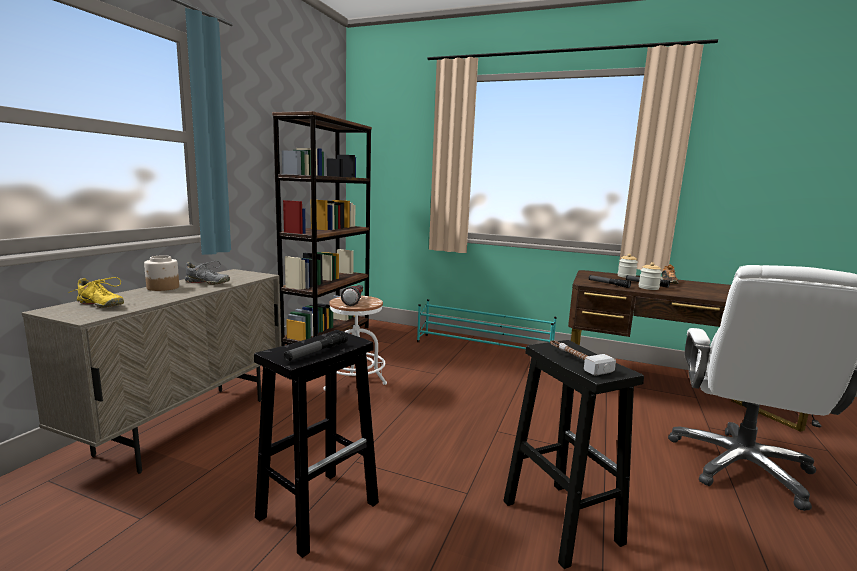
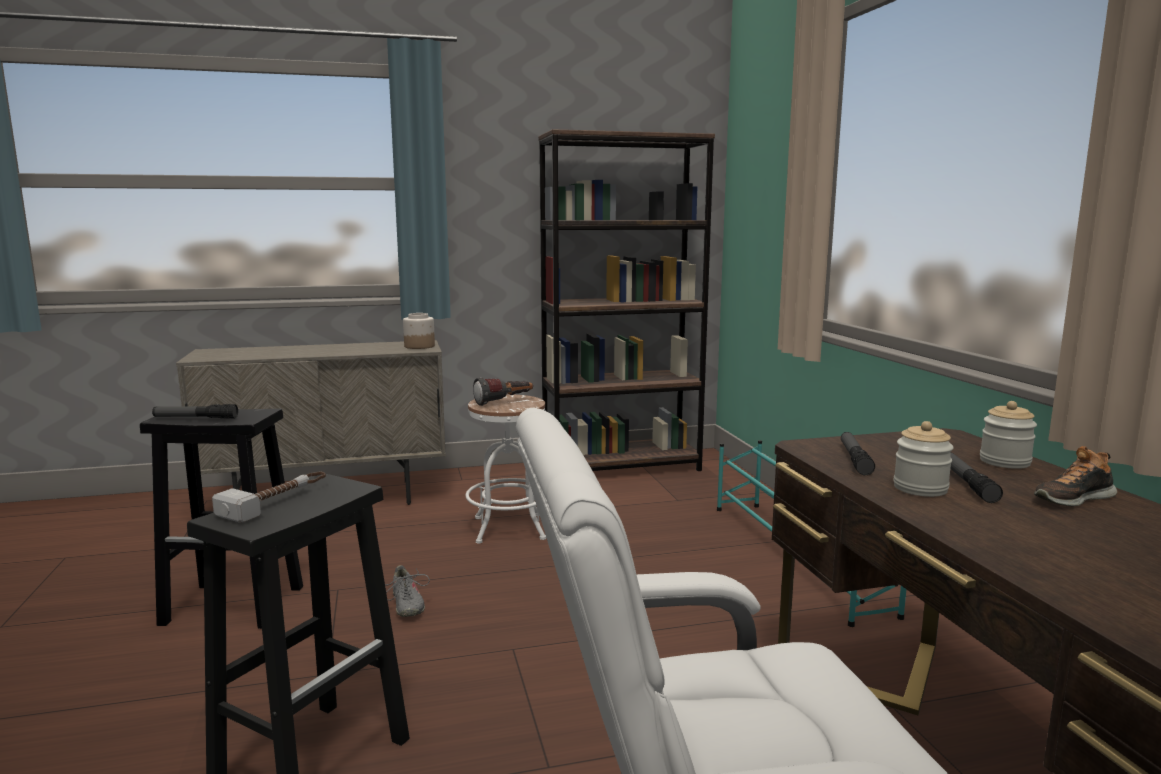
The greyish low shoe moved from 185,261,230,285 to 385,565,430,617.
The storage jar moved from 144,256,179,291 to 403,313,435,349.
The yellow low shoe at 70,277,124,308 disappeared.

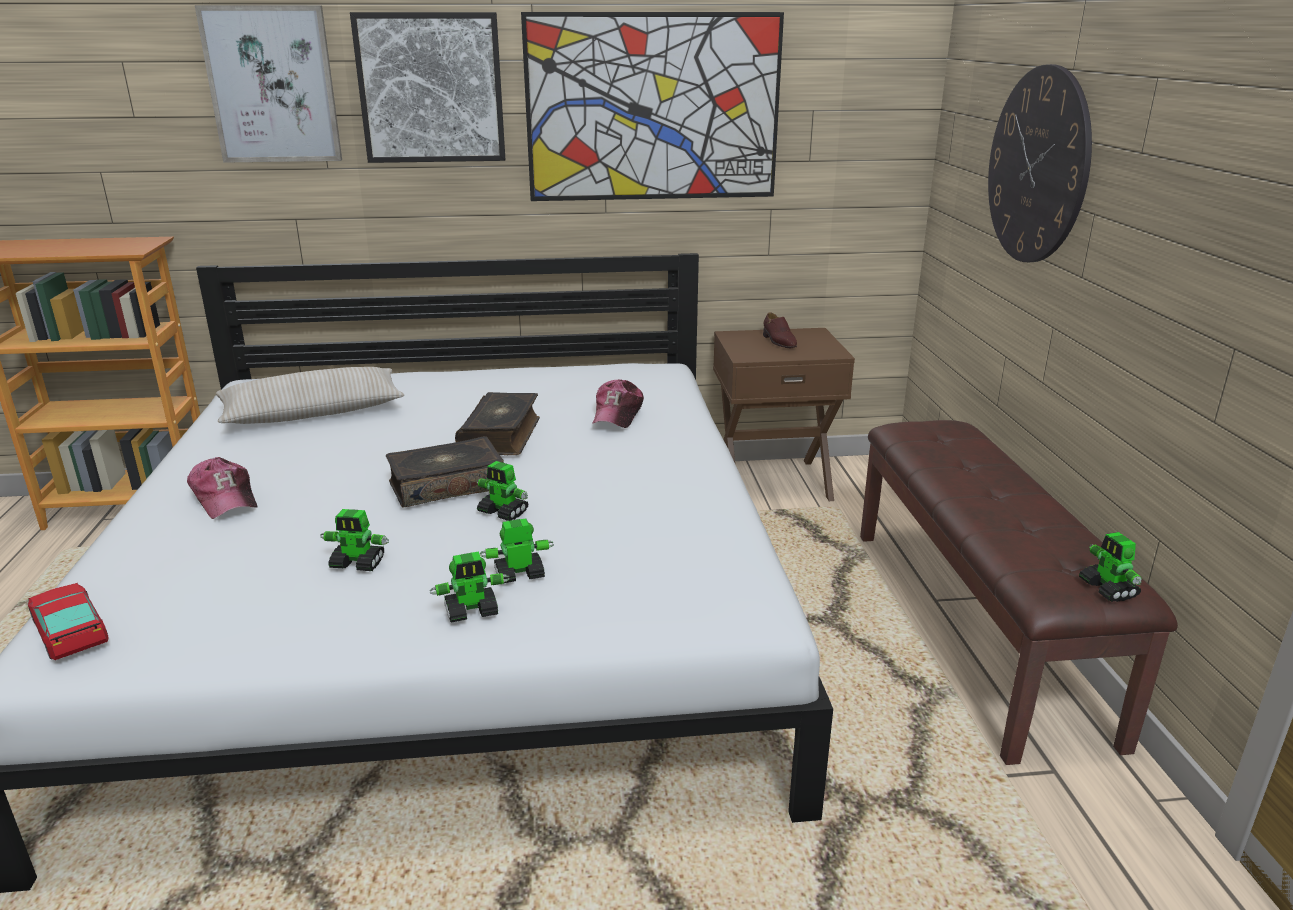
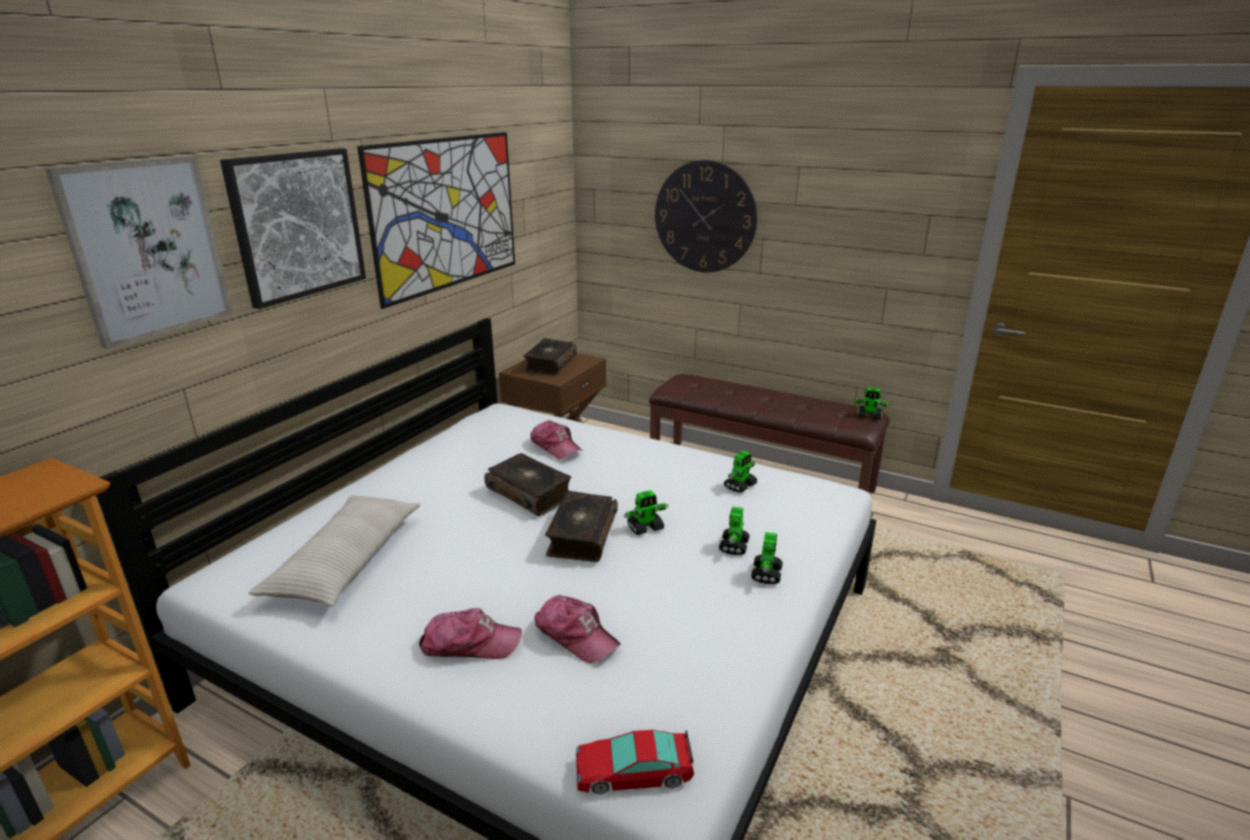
The brownish low shoe at 763,312,797,348 was replaced by the book at 523,338,577,375.
The baseball cap at 534,595,621,664 appeared.
The robot figure moved from 320,509,389,571 to 724,451,758,493.

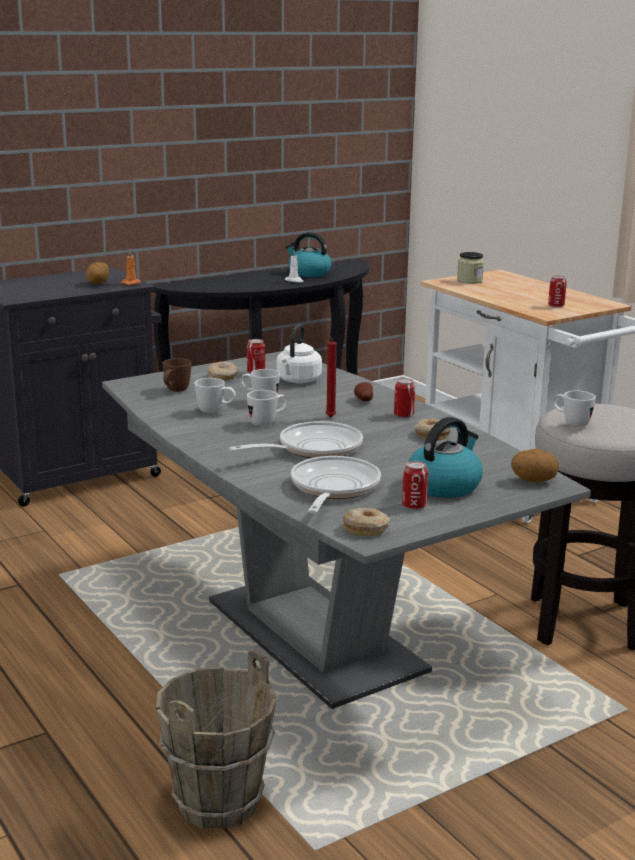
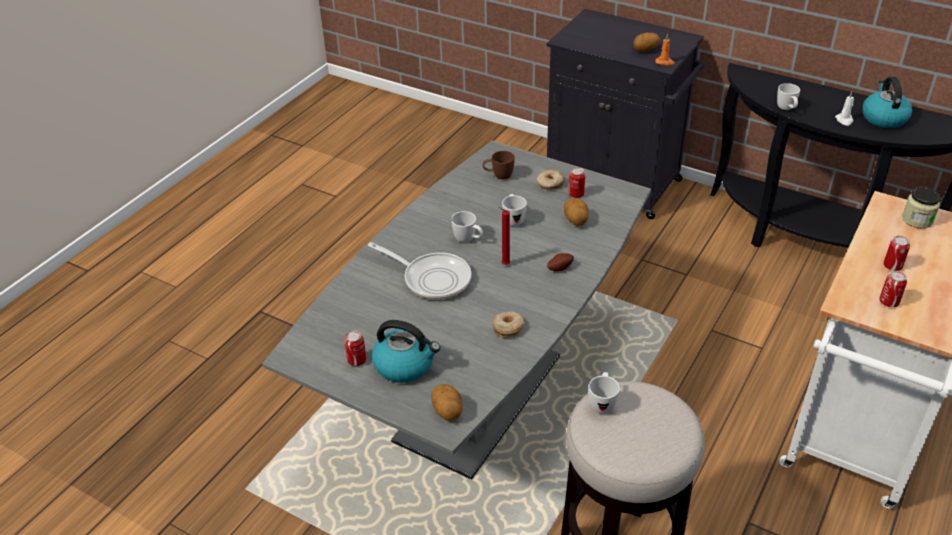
The white tea kettle at 277,324,322,383 was replaced by the potato at 564,198,589,226.
The white coffee mug moved from 195,378,236,413 to 777,83,800,110.
The can moved from 394,378,415,418 to 883,236,910,271.
The brownish pail at 156,650,277,830 disappeared.
The pan at 291,456,381,513 disappeared.
The donut at 343,508,390,536 disappeared.

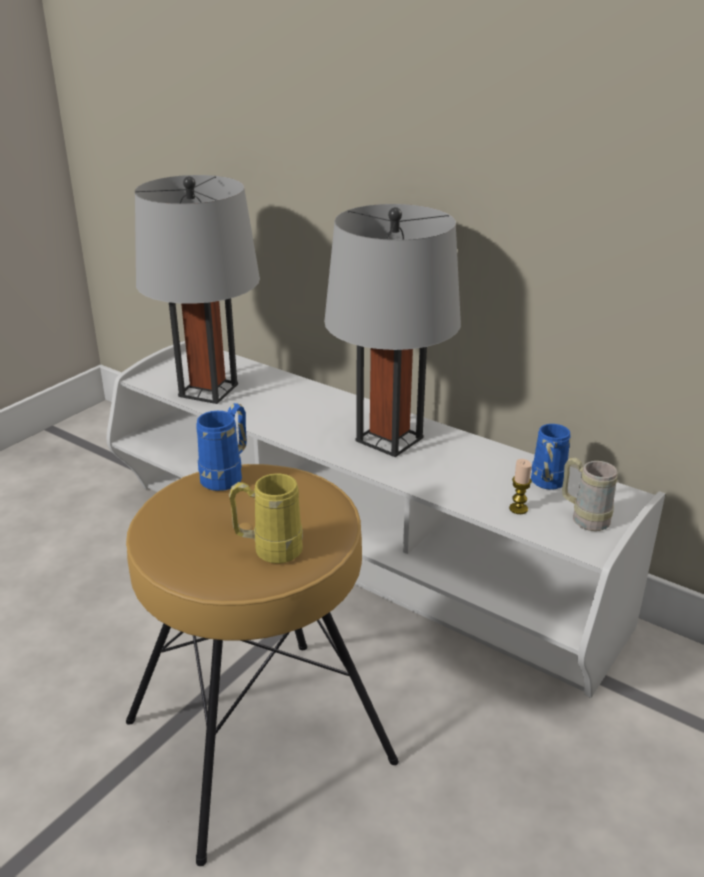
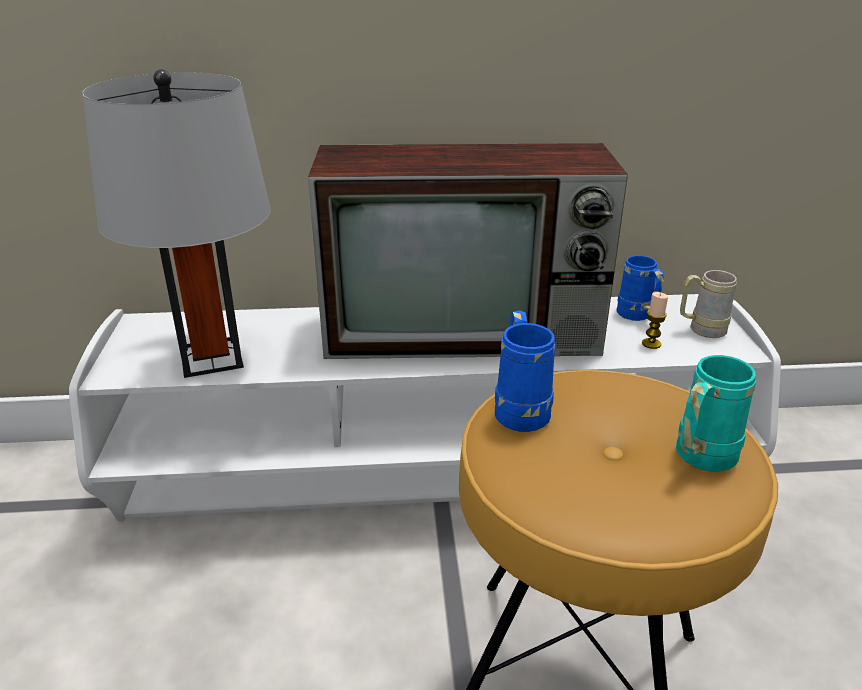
The greyish lamp for a table at 324,204,461,457 was replaced by the TV set at 308,143,628,359.
The yellow coffee mug at 229,473,303,564 became the turquoise-coloured coffee mug at 676,355,756,472.

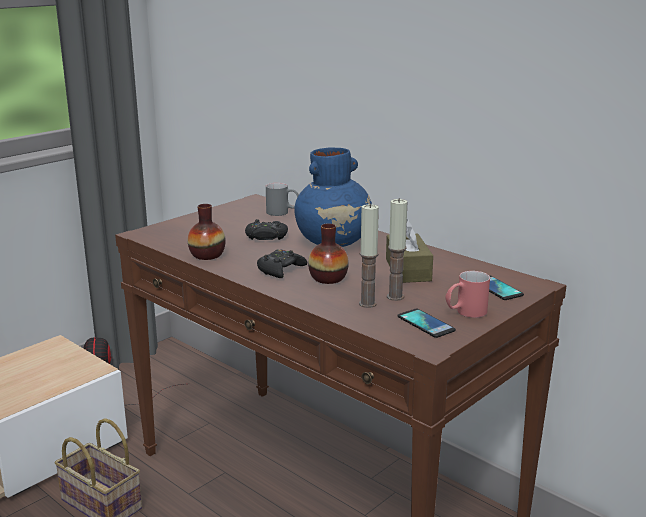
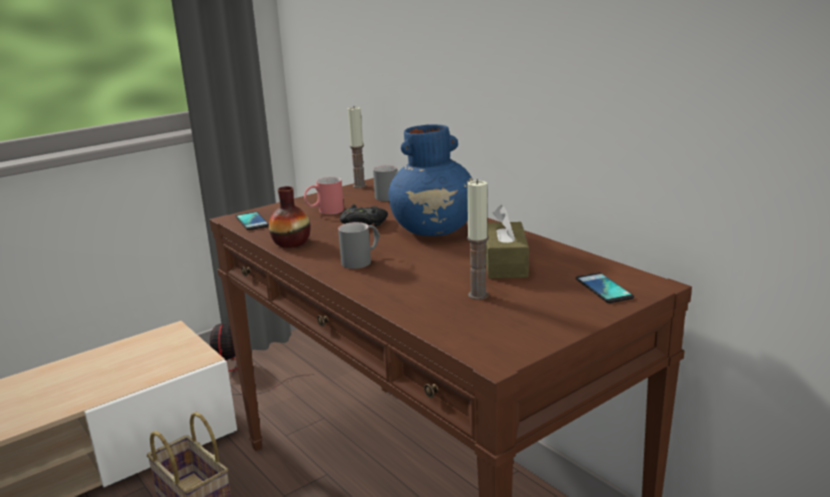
The handset moved from 397,309,456,338 to 235,211,269,230.
The red coffee mug moved from 445,271,490,318 to 304,177,344,215.
The blackish joypad at 257,249,307,278 was replaced by the greyish coffee mug at 338,222,380,269.
The candle moved from 359,203,379,308 to 348,107,366,188.
The decorative vase at 308,223,349,284 disappeared.

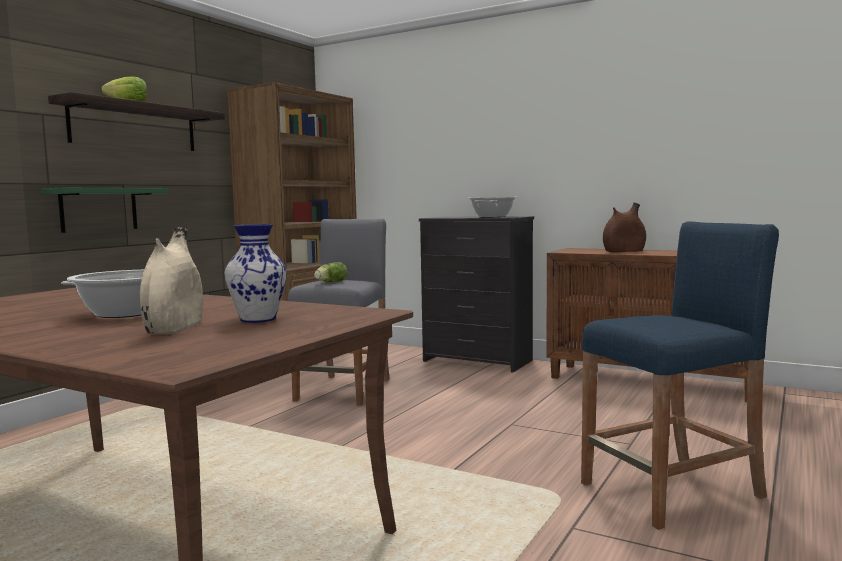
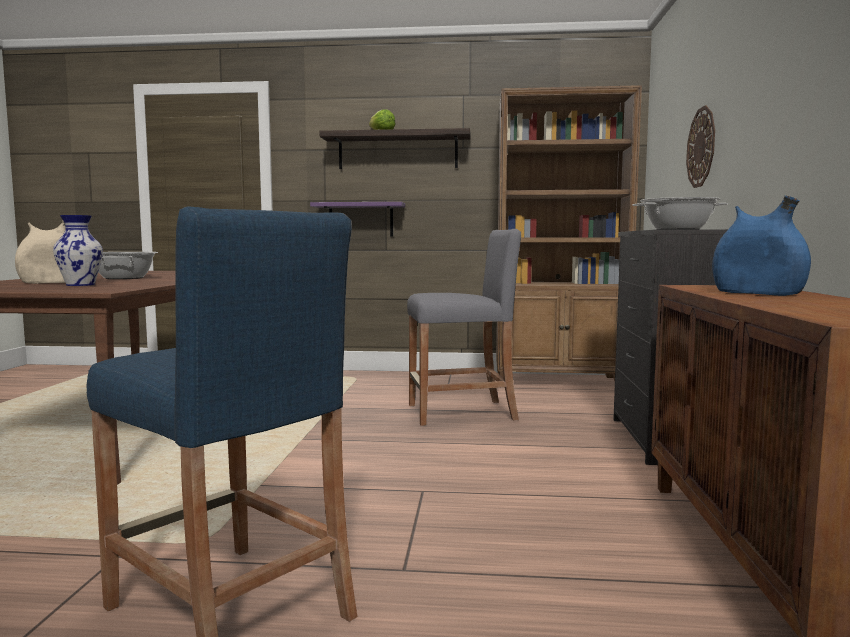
The green wall shelf at 41,188,169,233 became the purple wall shelf at 310,202,405,237.
The wall clock at 686,105,715,188 appeared.
The brownish decorative vase at 603,203,646,253 became the bluish decorative vase at 712,195,811,296.
The lettuce head at 314,262,347,282 disappeared.

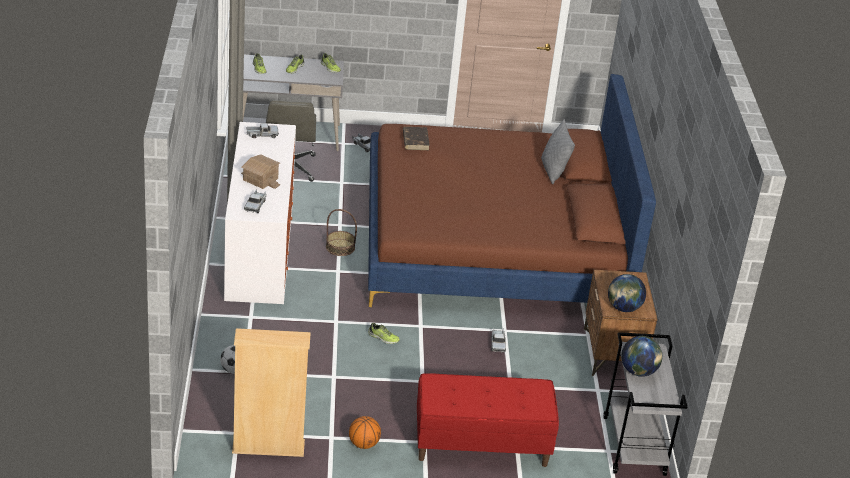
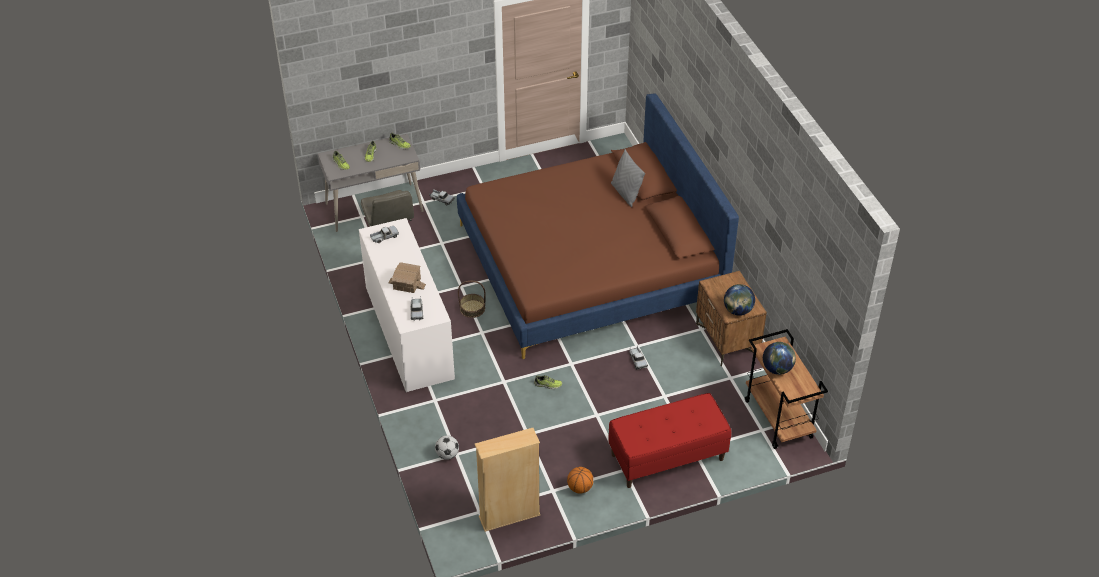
The greyish cart at 603,332,687,476 became the brownish cart at 745,329,828,449.
The brownish book at 403,127,430,150 disappeared.

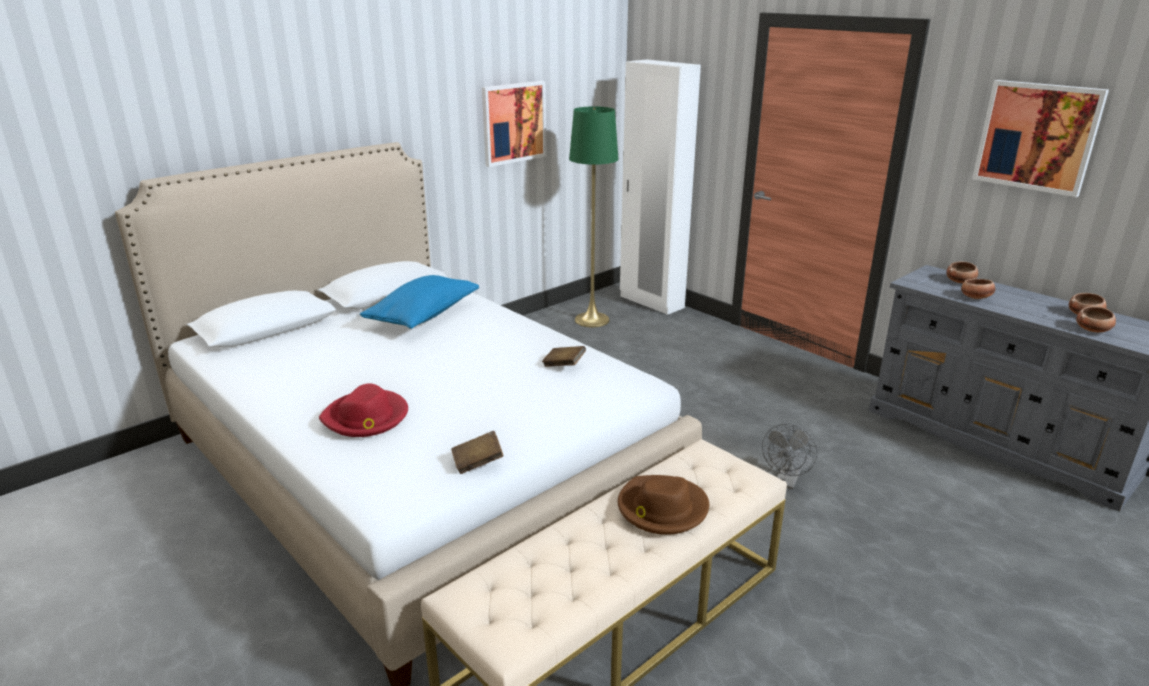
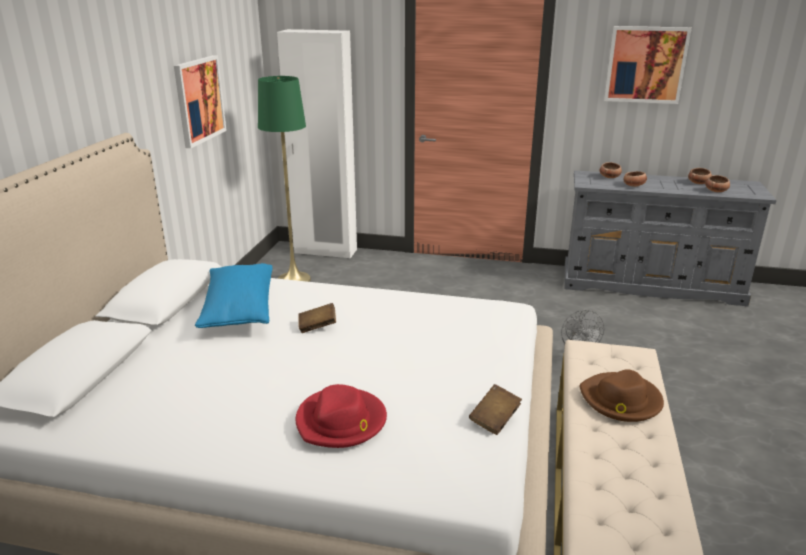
The brownish book moved from 542,346,586,367 to 298,303,336,333.

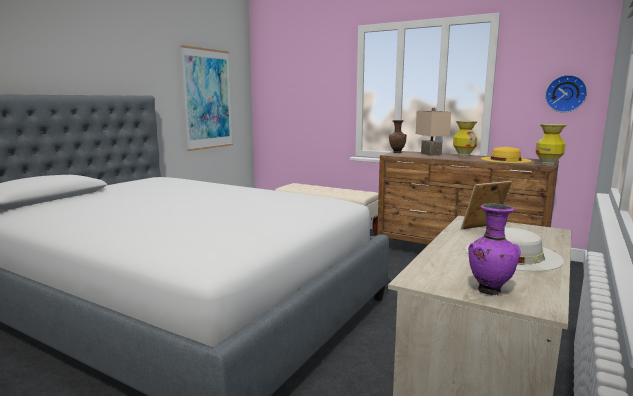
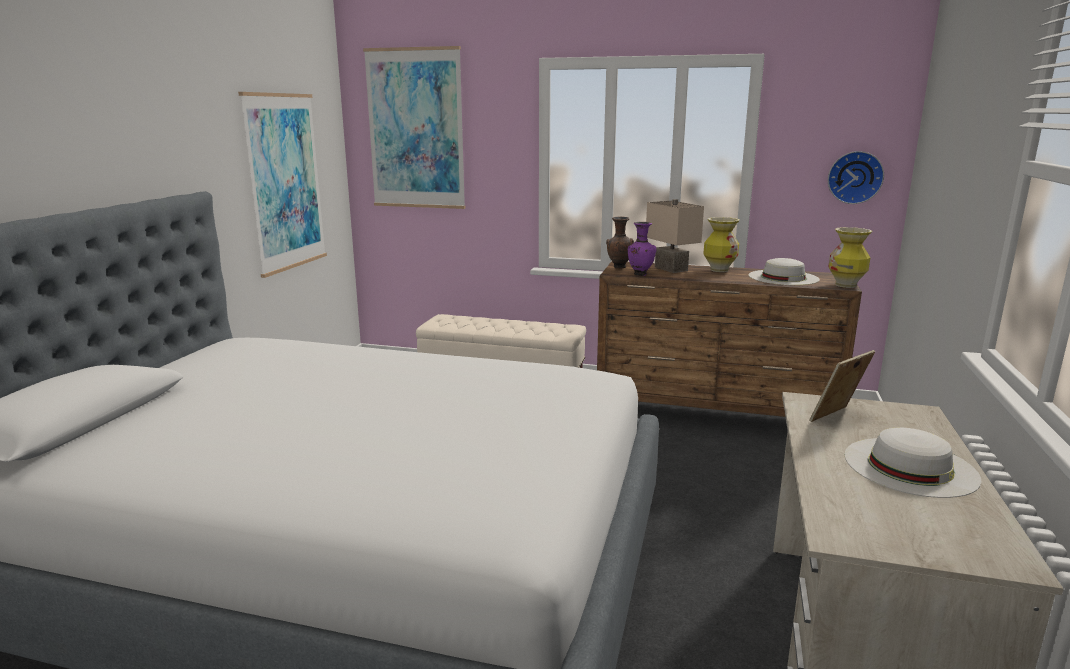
The wall art at 363,46,465,209 appeared.
The purple decorative vase moved from 468,203,521,295 to 628,222,656,276.
The yellow wearable hat at 481,147,531,163 became the white wearable hat at 749,258,820,285.

